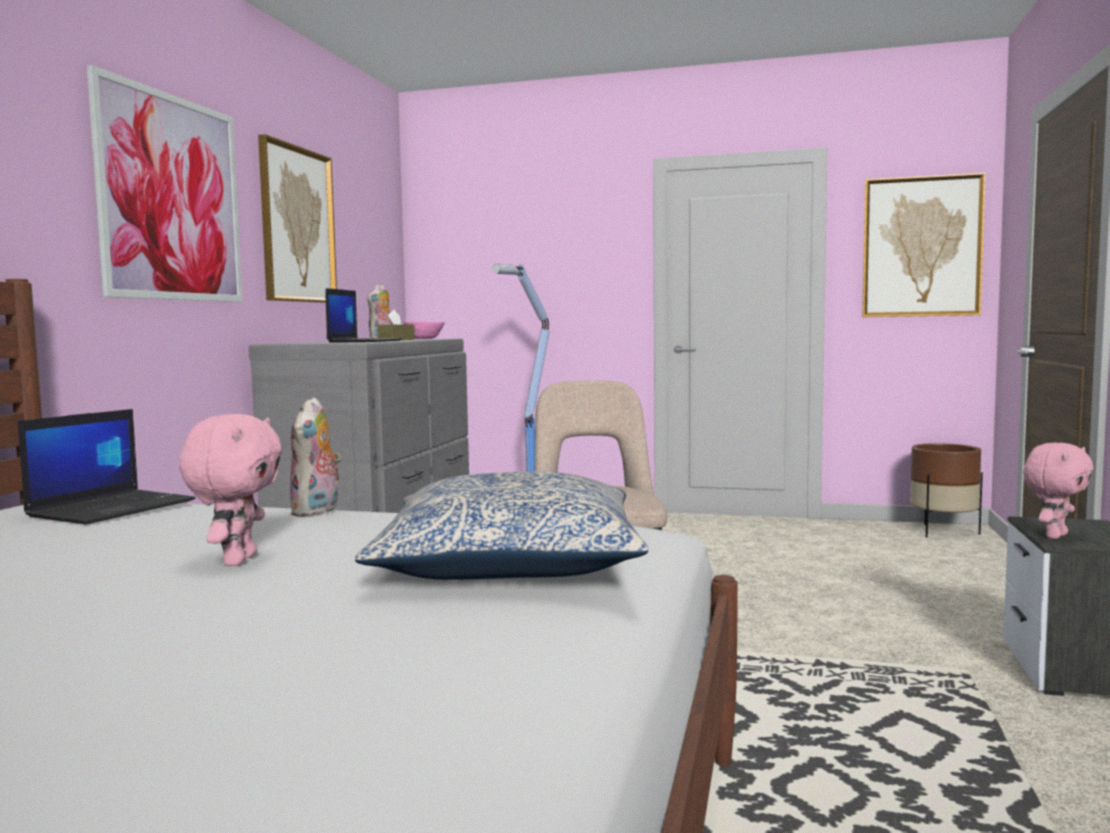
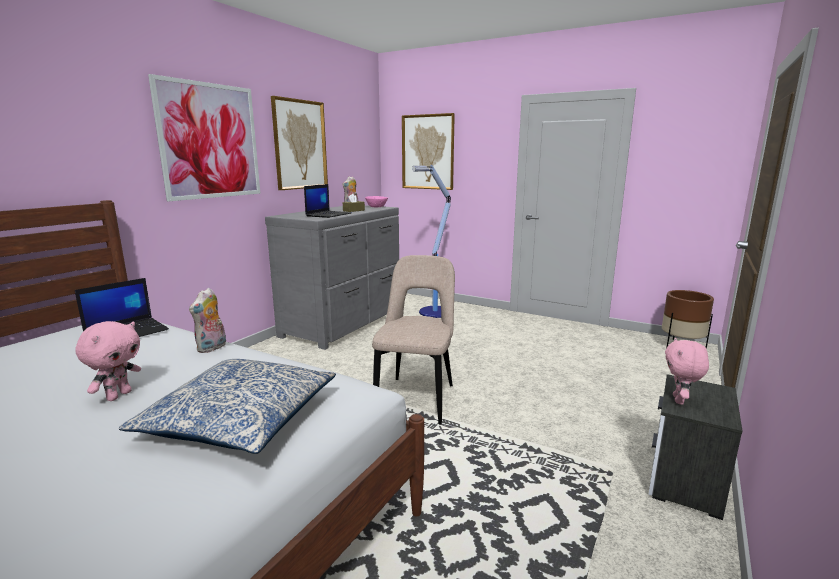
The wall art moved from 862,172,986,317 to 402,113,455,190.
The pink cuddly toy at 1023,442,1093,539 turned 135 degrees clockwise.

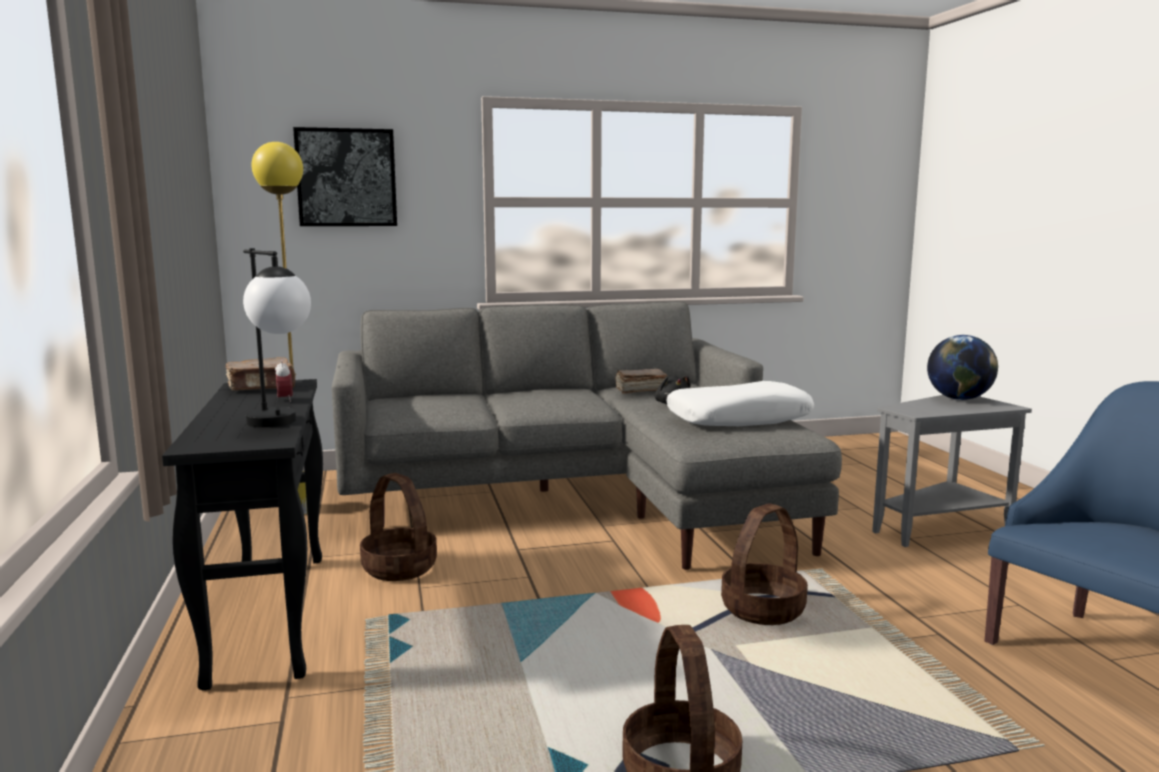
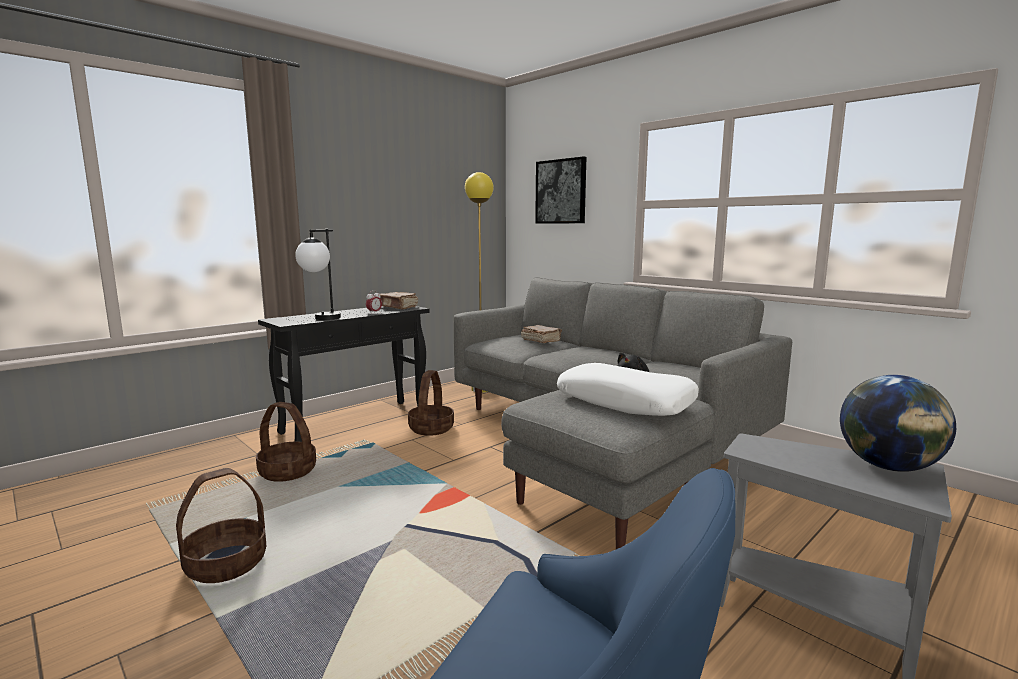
The household basket moved from 721,503,808,625 to 256,402,316,482.
The brownish book moved from 615,369,667,394 to 521,325,562,343.

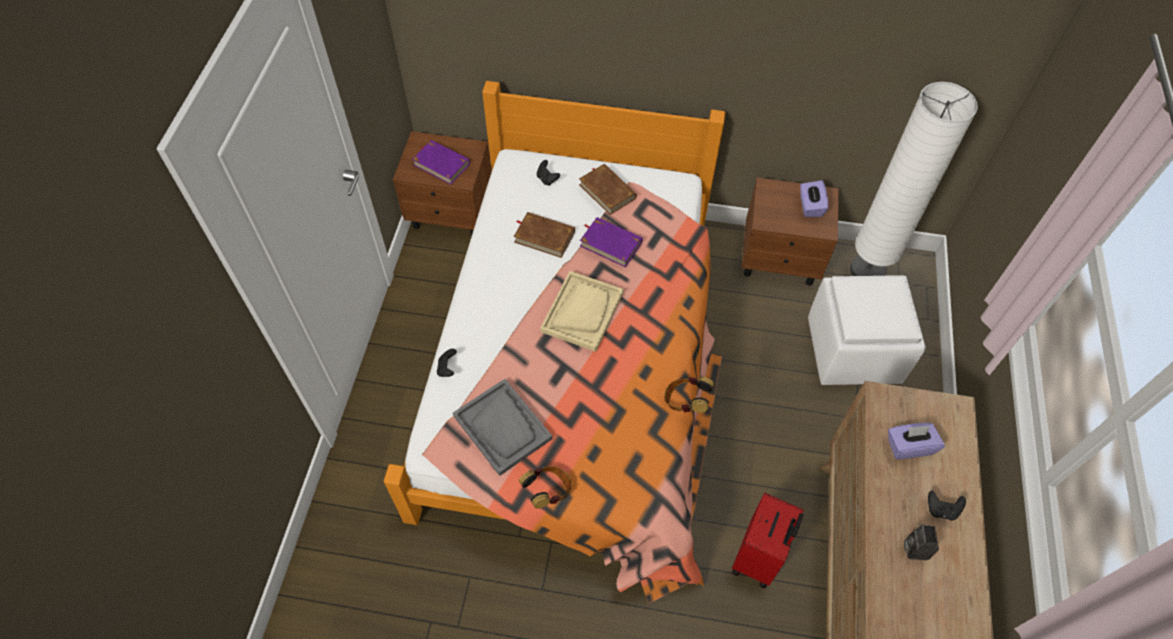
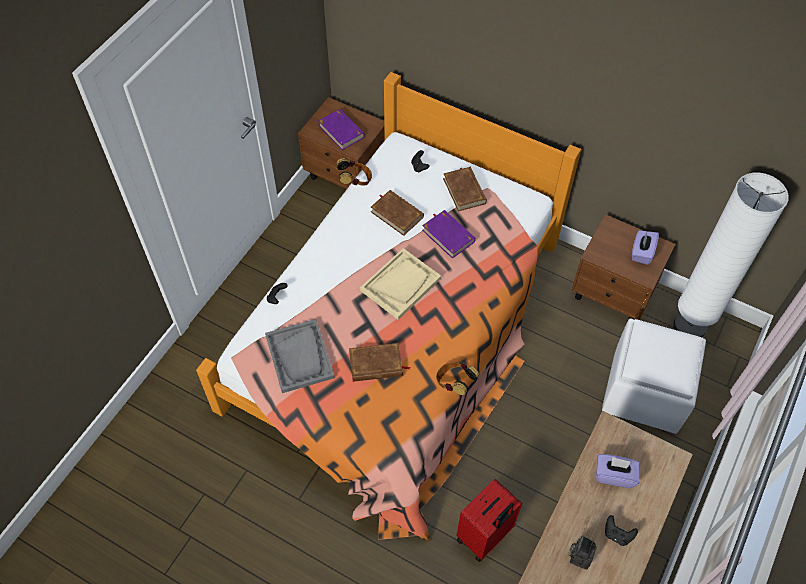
The pair of headphones moved from 519,466,572,509 to 336,158,372,186.
The brownish book at 349,343,410,382 appeared.

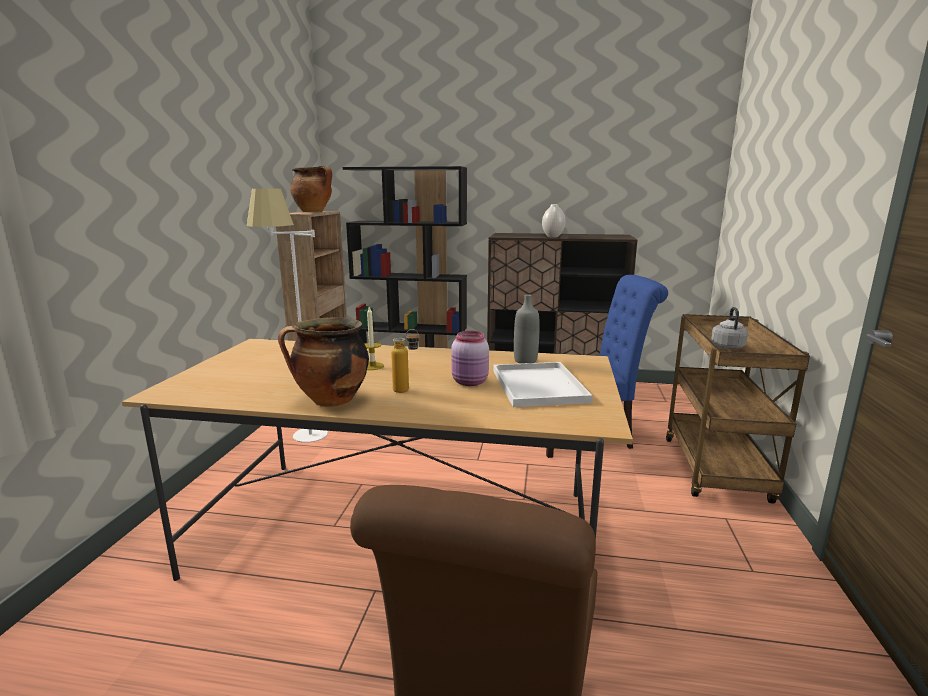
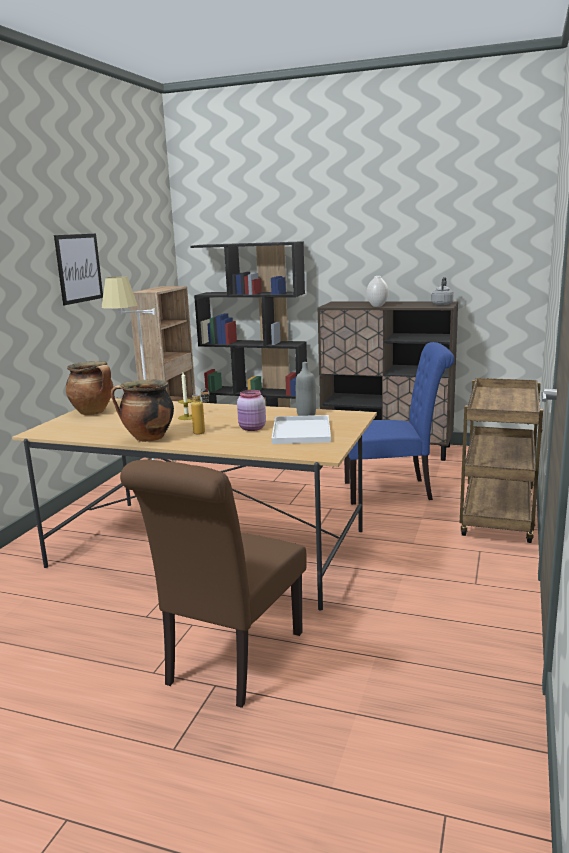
The wall art at 54,234,103,305 appeared.
The saucepot moved from 290,166,332,212 to 66,361,113,415.
The greyish tea kettle moved from 711,307,748,349 to 431,277,454,305.

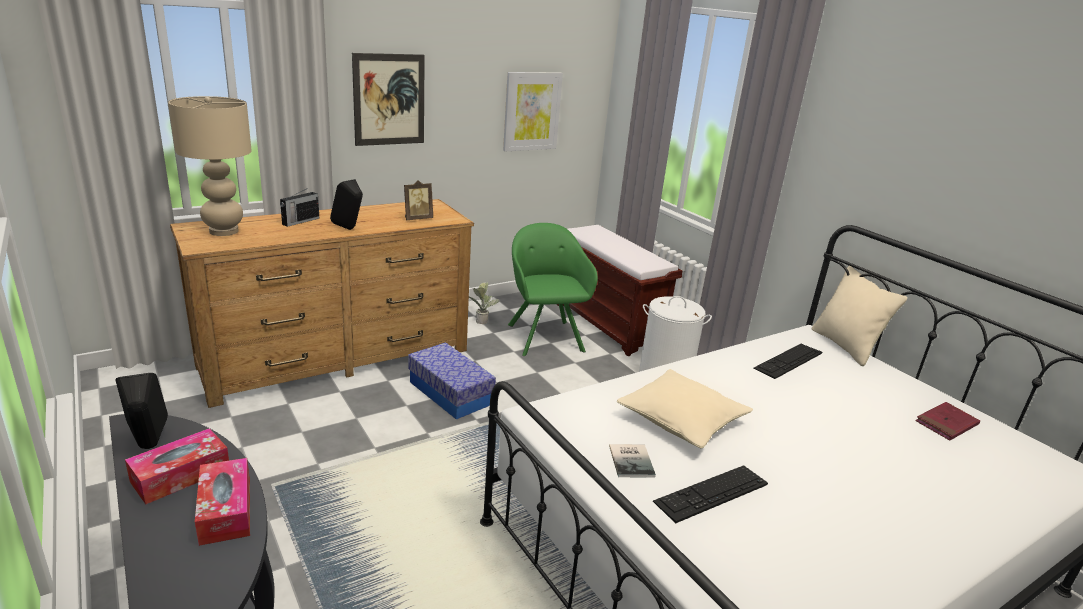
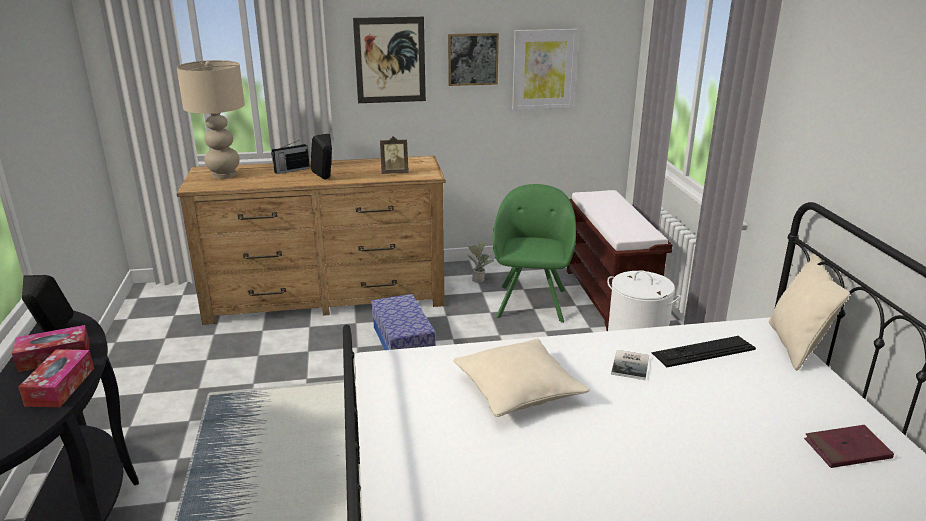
The wall art at 448,33,499,86 appeared.
The book moved from 609,444,656,478 to 611,350,649,380.
The PC keyboard at 653,465,768,524 disappeared.

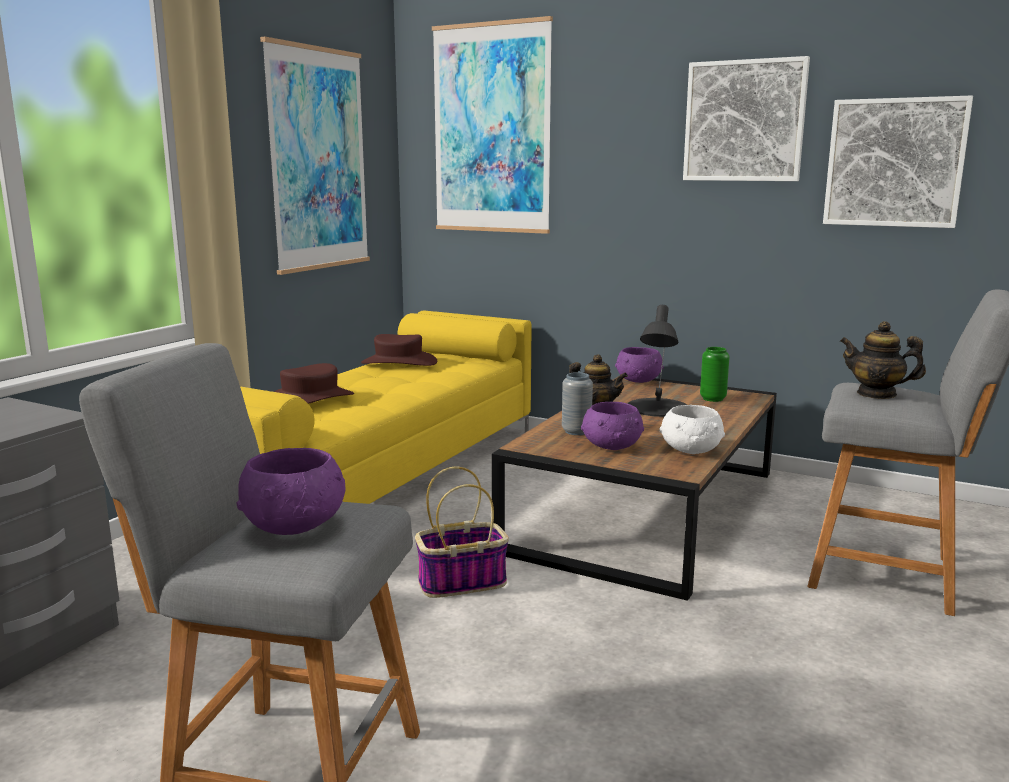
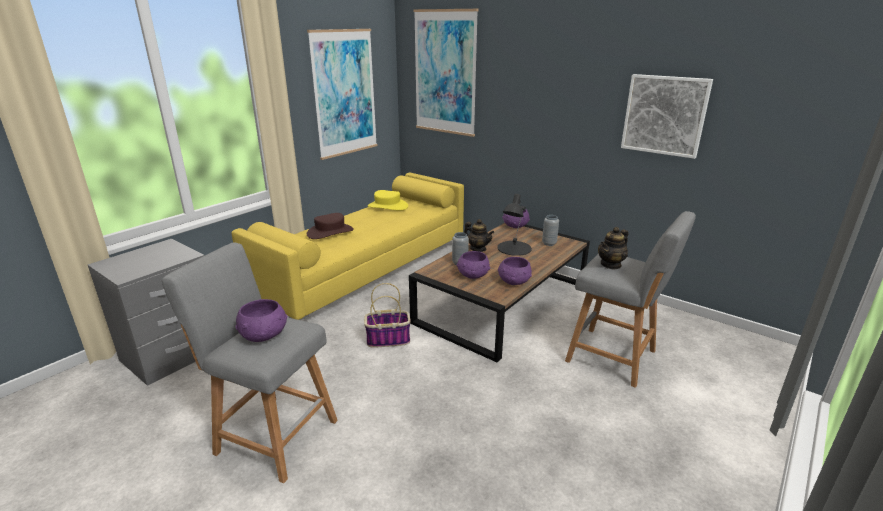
The brownish wearable hat at 361,334,437,366 became the yellow wearable hat at 368,190,408,211.
The white deep dish at 660,405,725,454 became the purple deep dish at 498,257,532,285.
The green decorative vase at 700,347,729,402 became the greyish decorative vase at 542,215,559,246.
The pot for tea at 840,321,926,399 turned 75 degrees counterclockwise.
The wall art at 683,56,810,181 disappeared.

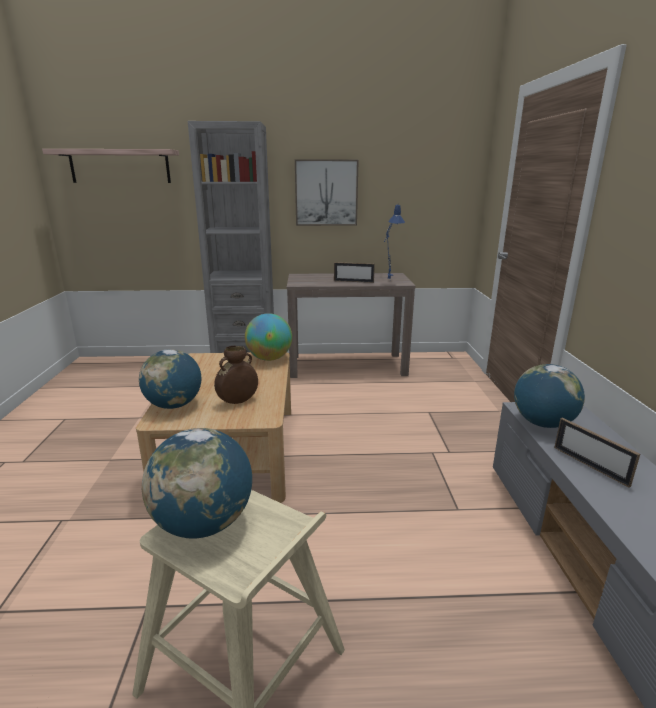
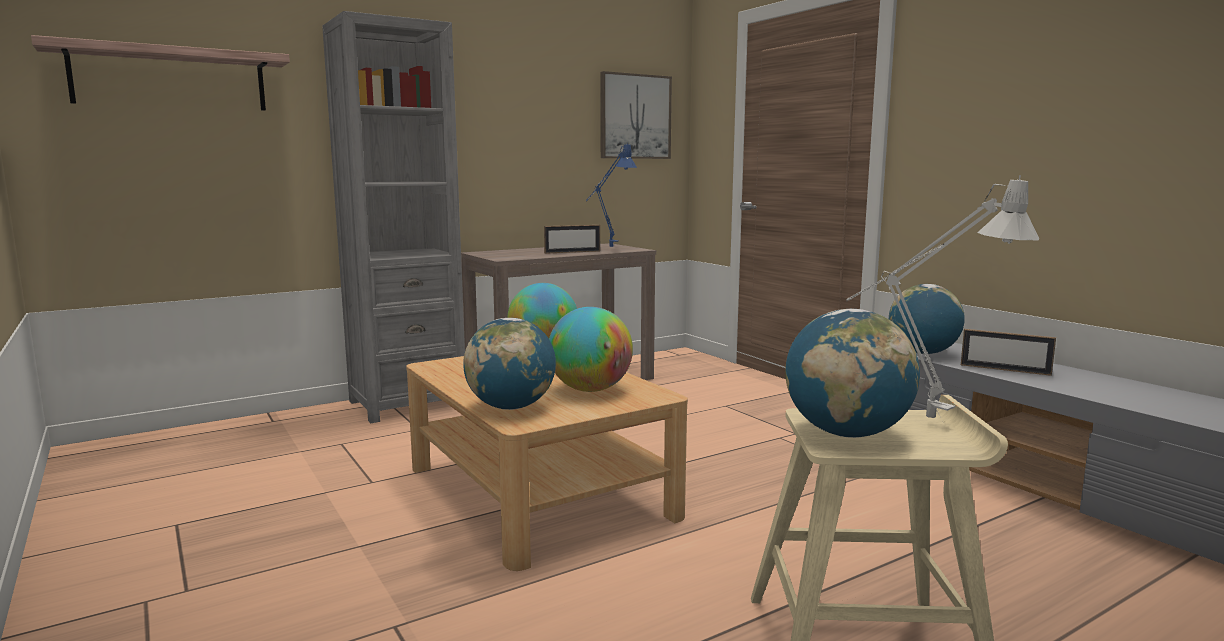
The brownish decorative vase at 214,346,258,404 was replaced by the world globe at 549,307,633,392.
The wall art moved from 295,159,359,226 to 600,71,672,159.
The greyish lamp for a table at 847,175,1039,418 appeared.

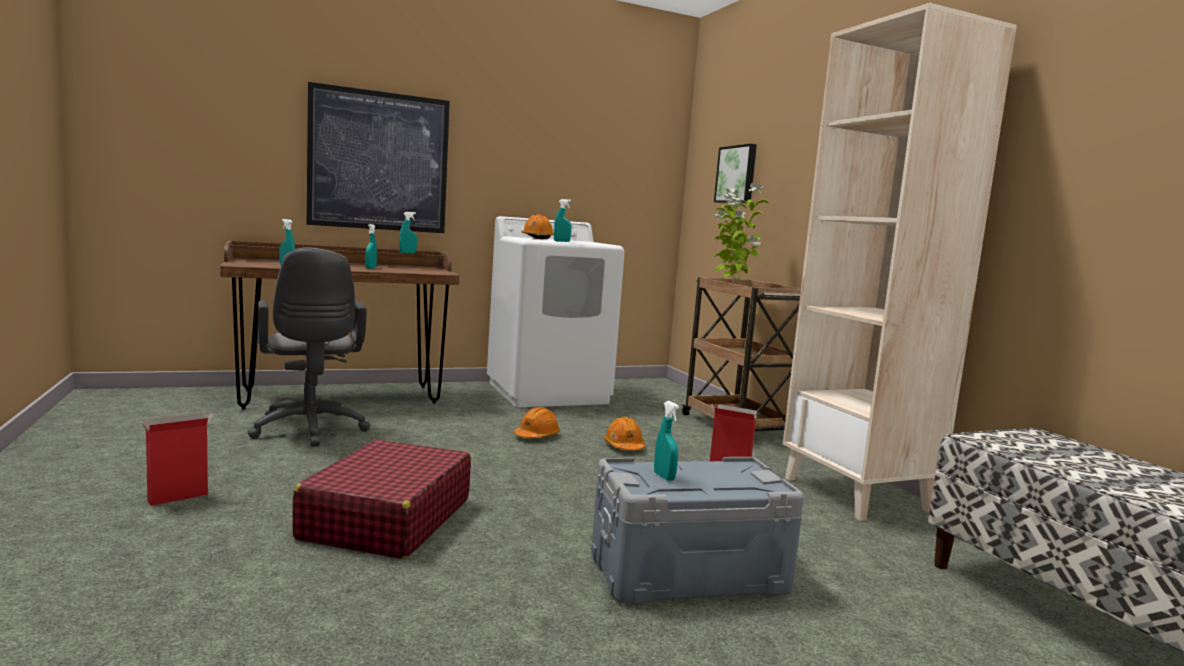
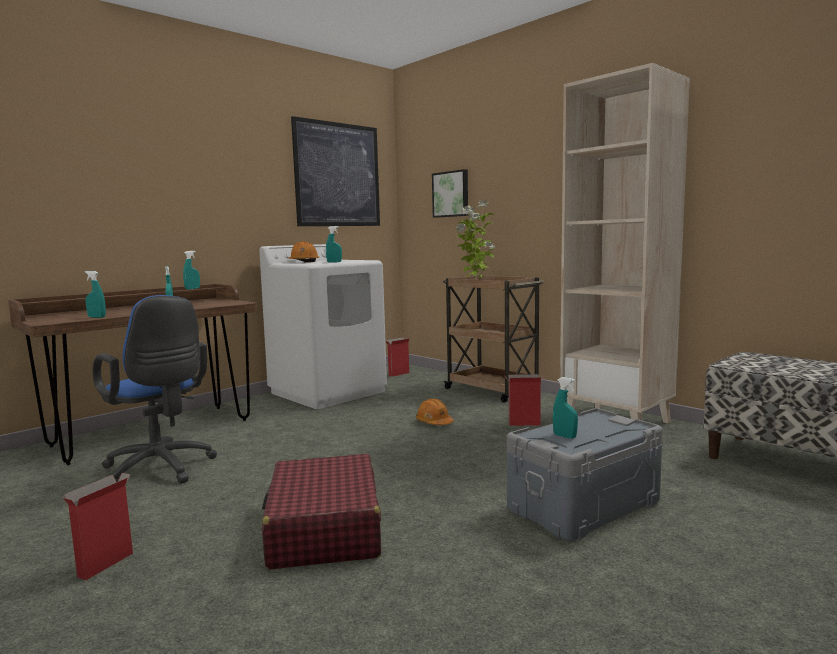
The greyish desk chair at 247,247,370,447 became the bluish desk chair at 92,295,217,484.
The wall art moved from 306,82,450,233 to 291,116,380,226.
The cardboard box at 385,337,410,377 appeared.
The orange-coloured hard hat at 514,407,560,438 disappeared.

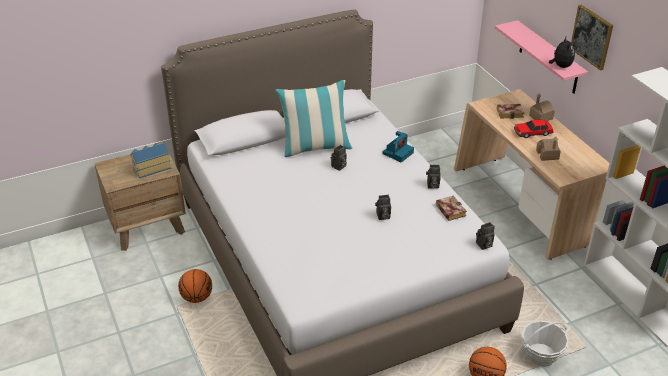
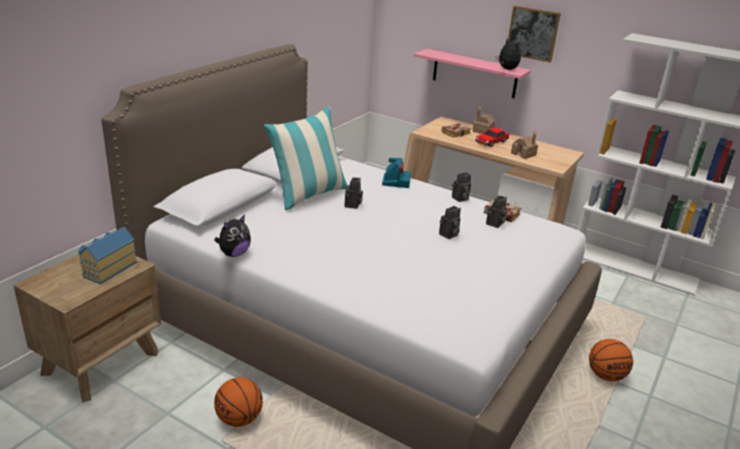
The cuddly toy at 214,215,251,257 appeared.
The photo camera moved from 476,222,495,250 to 486,196,507,228.
The household basket at 521,320,569,367 disappeared.

